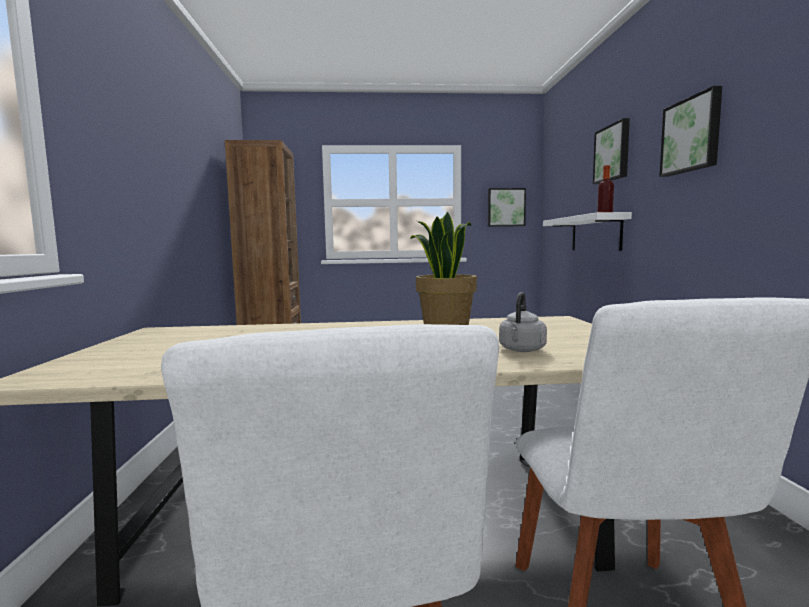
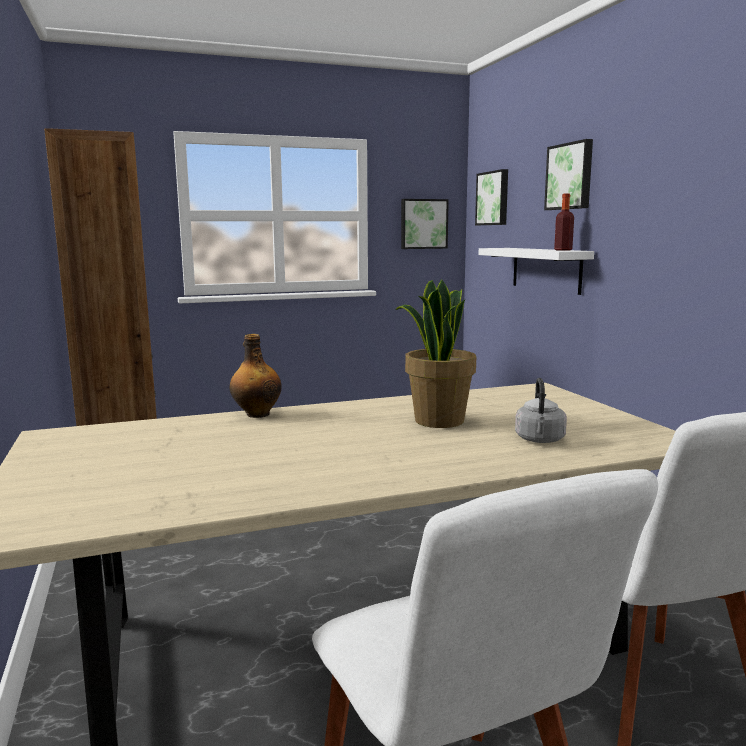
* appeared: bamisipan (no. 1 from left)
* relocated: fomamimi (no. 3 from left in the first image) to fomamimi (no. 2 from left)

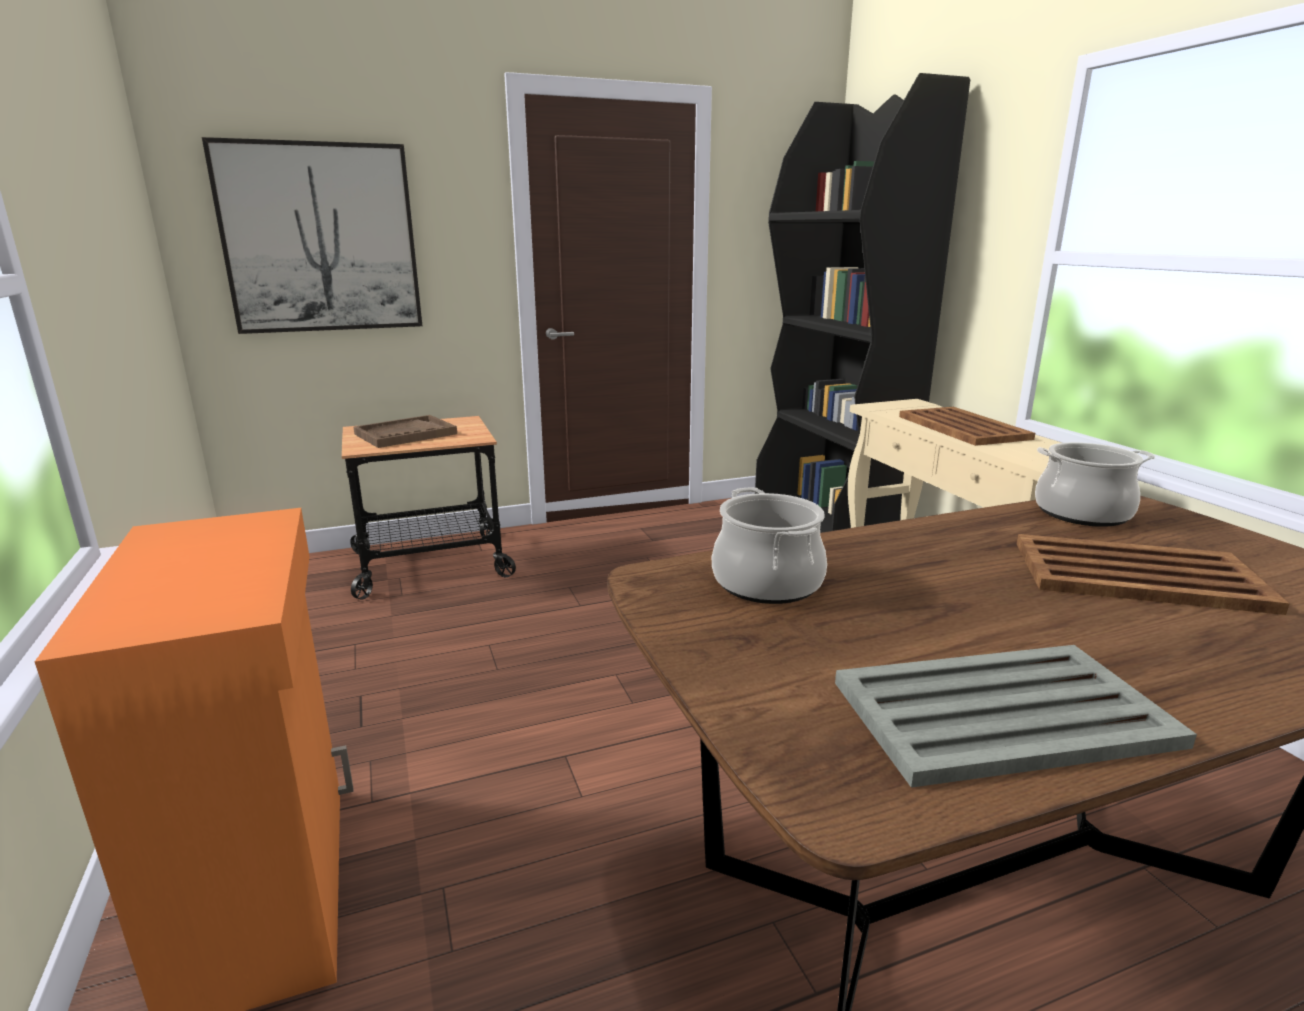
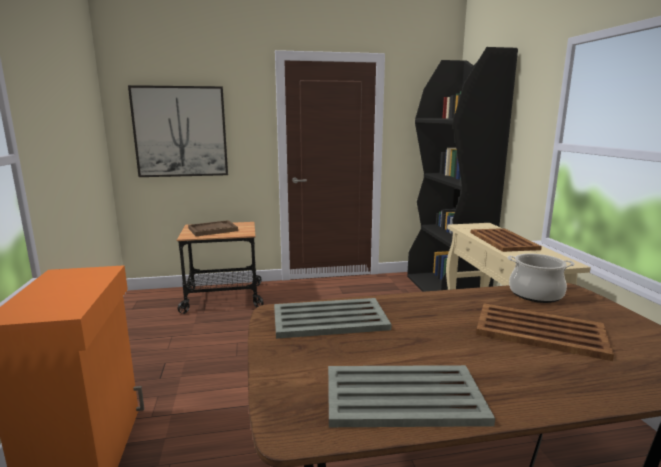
* exchanged: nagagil (no. 1 from left) to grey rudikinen (no. 1 from left)

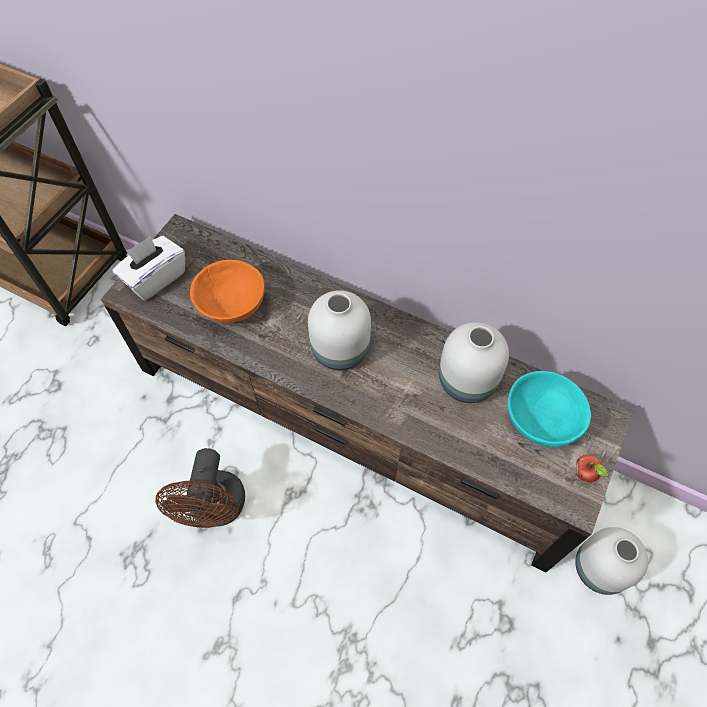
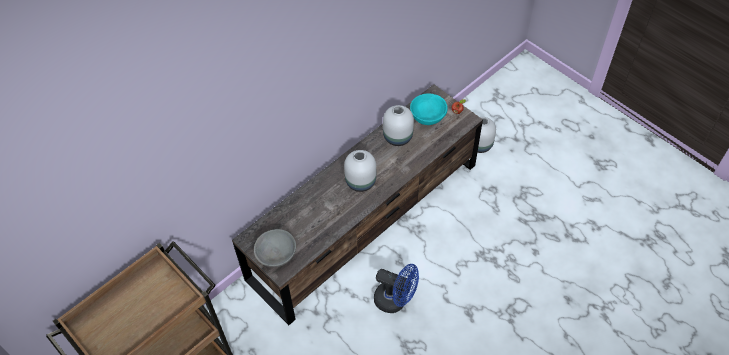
* exchanged: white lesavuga to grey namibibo
* colour: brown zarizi to blue zarizi
* missing: orange namibibo

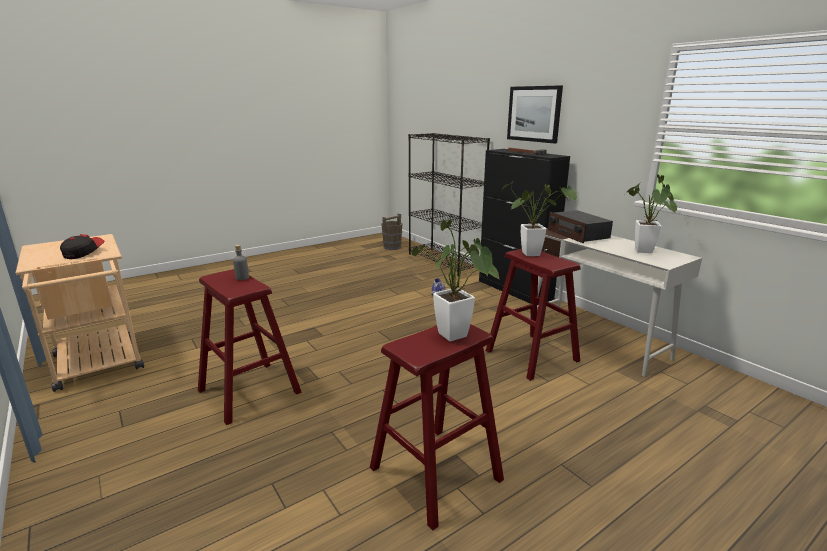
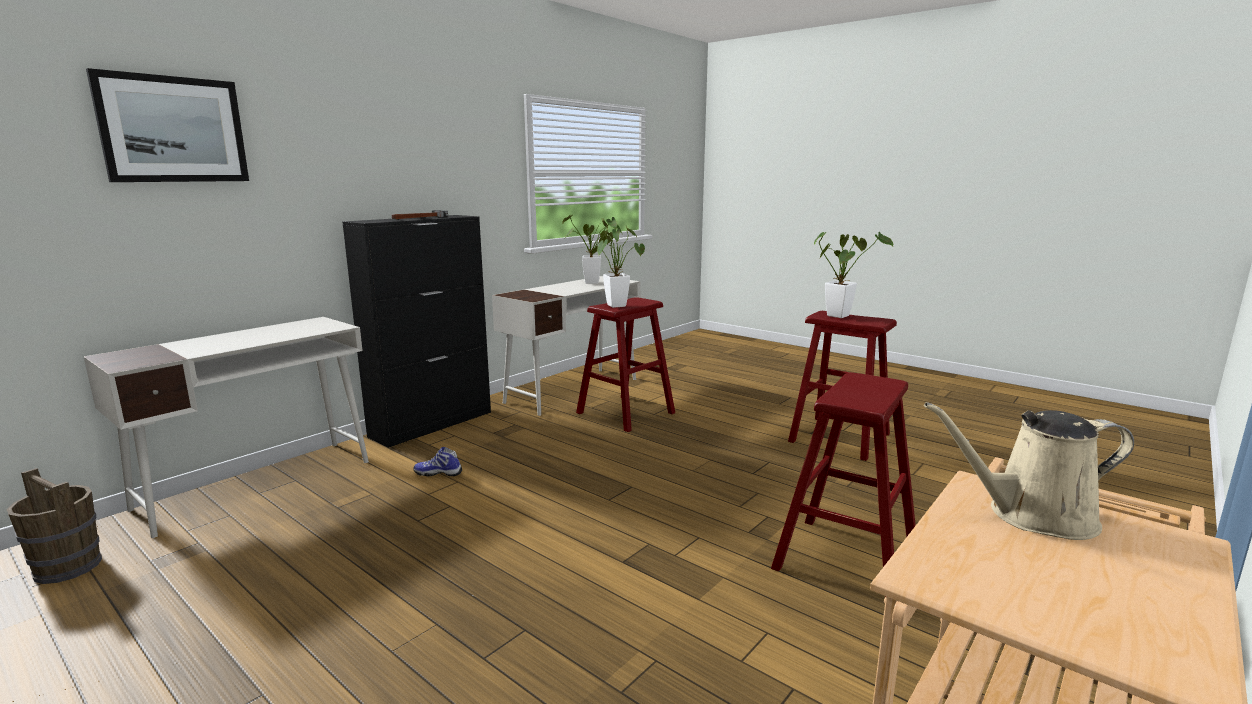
* exchanged: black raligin to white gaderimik (no. 1 from left)
* relocated: fomamimi
* exchanged: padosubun to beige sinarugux
* missing: grey bamisipan
* missing: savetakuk

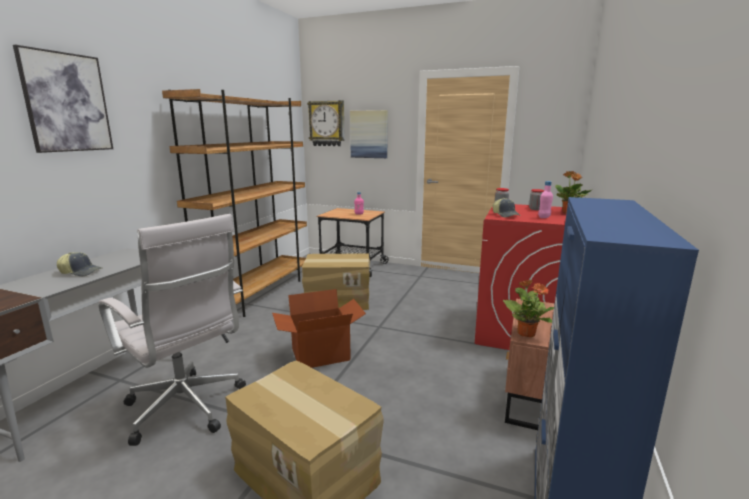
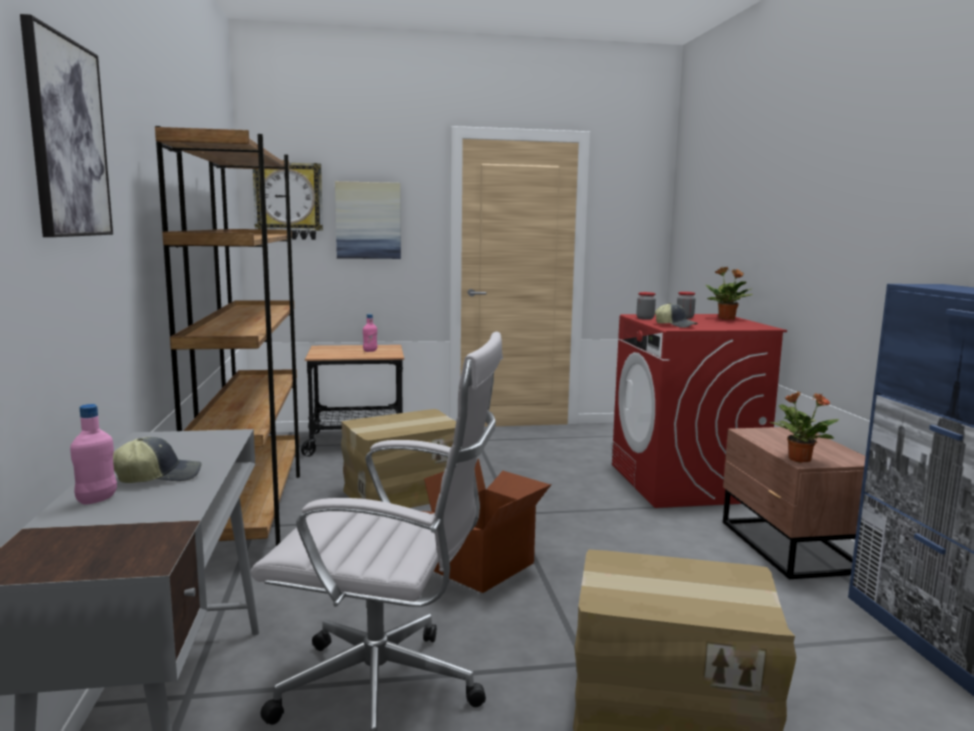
* relocated: pink bamisipan (no. 2 from left in the first image) to pink bamisipan (no. 1 from left)

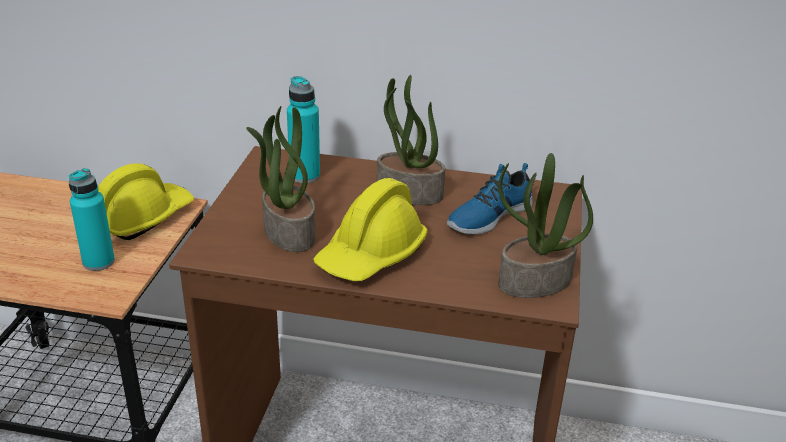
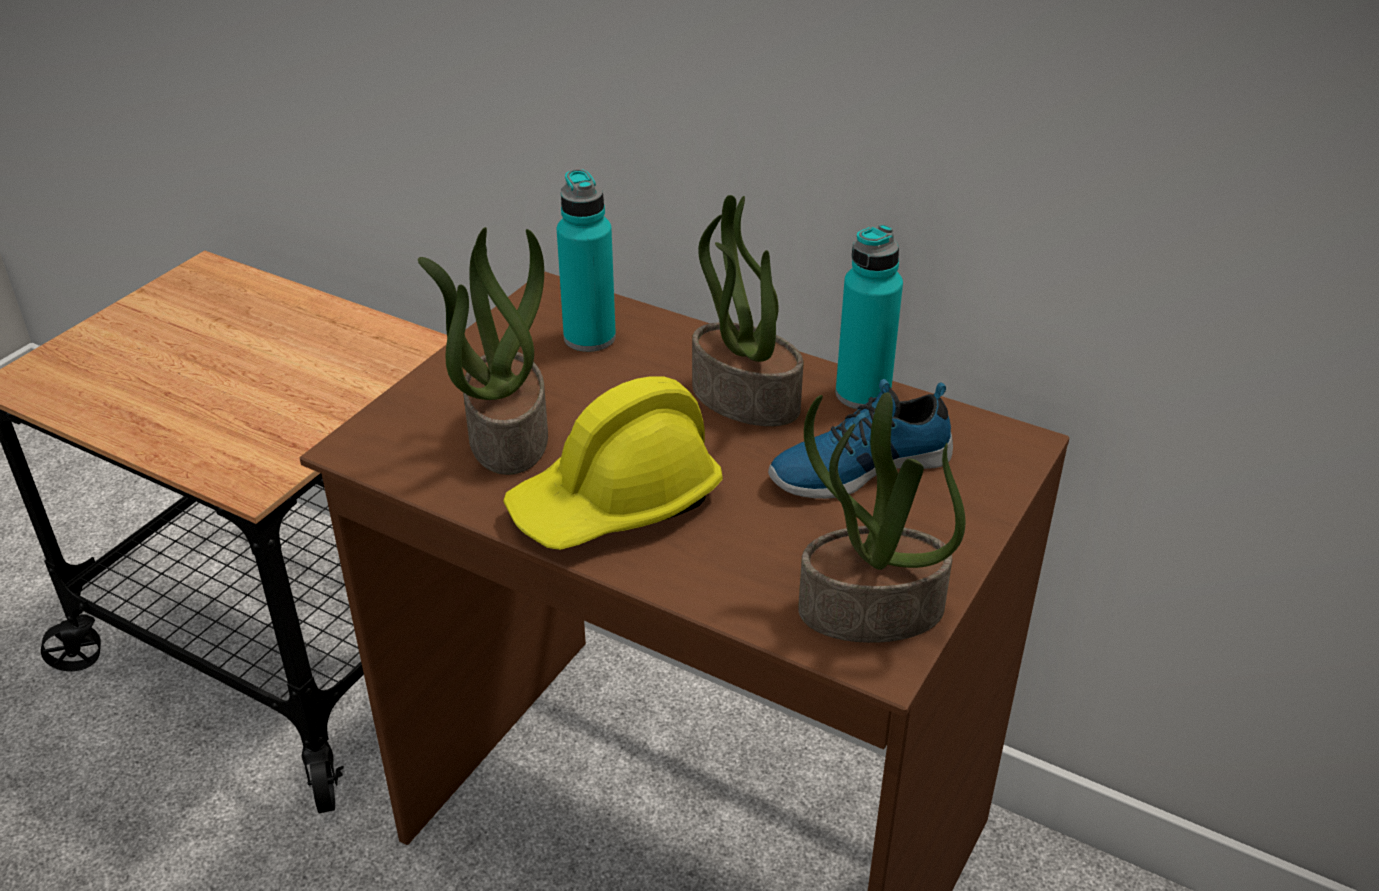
* relocated: turquoise bamisipan (no. 1 from left in the first image) to turquoise bamisipan (no. 2 from left)
* missing: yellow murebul (no. 1 from left)

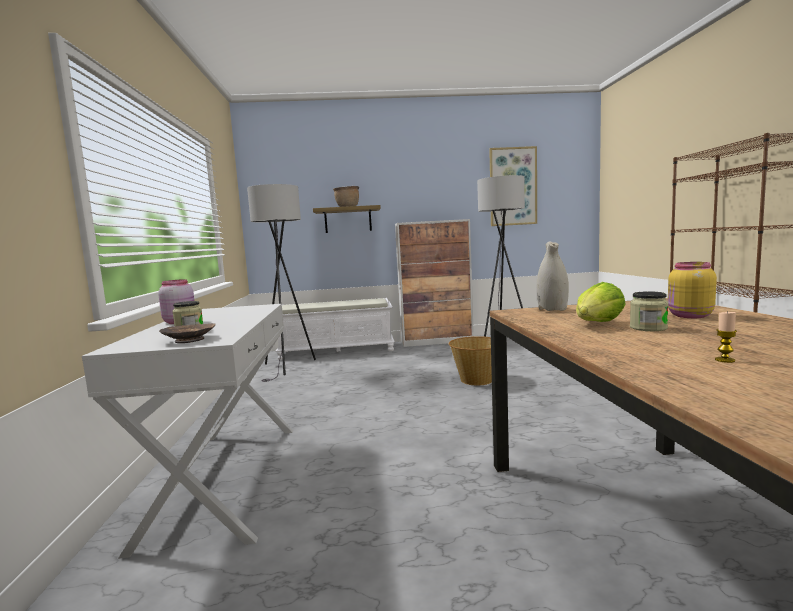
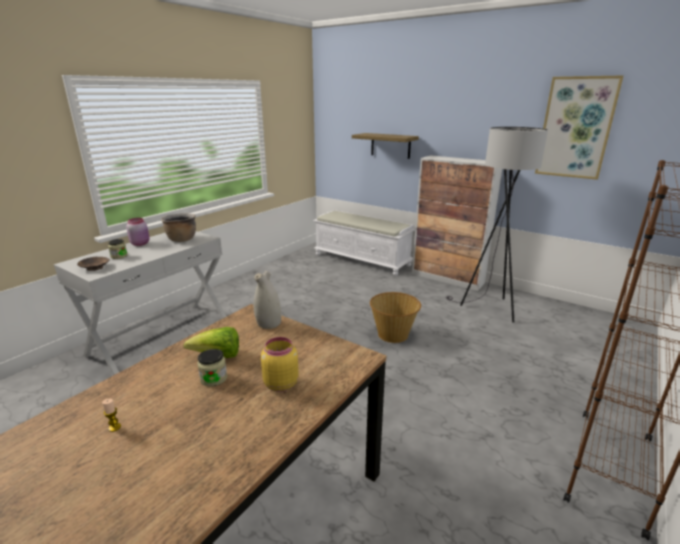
* relocated: brown nagagil
* missing: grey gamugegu (no. 1 from left)

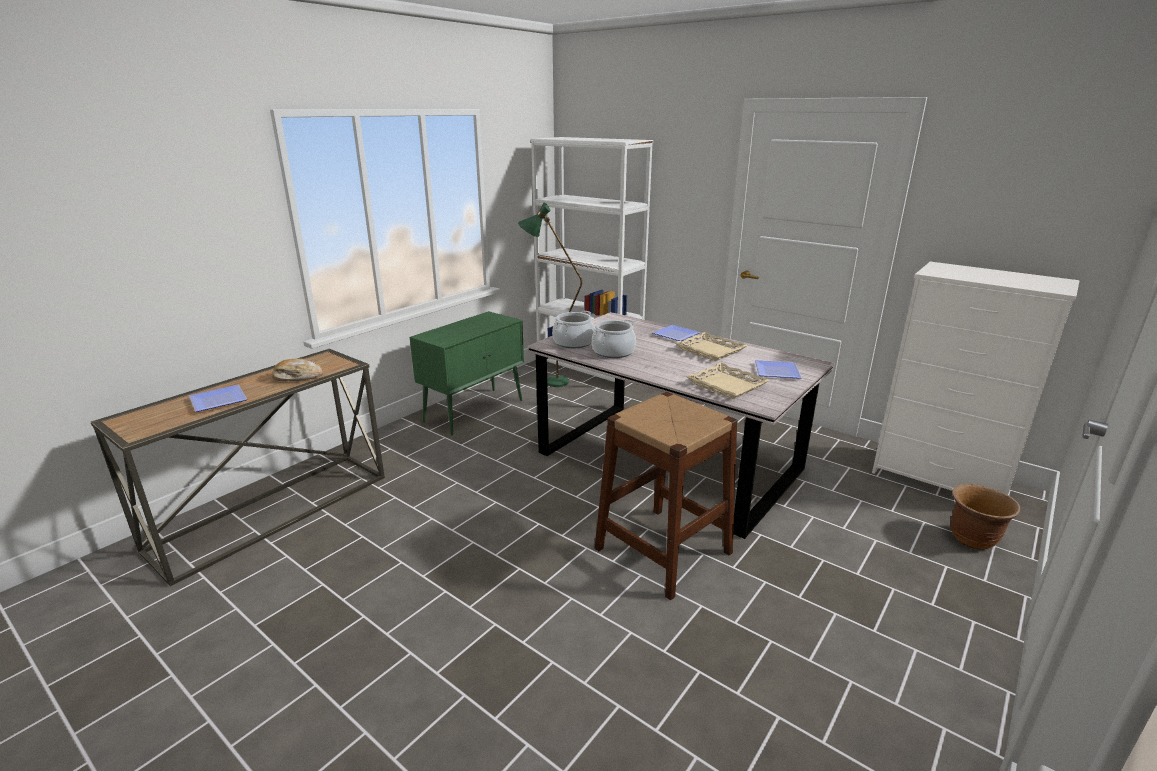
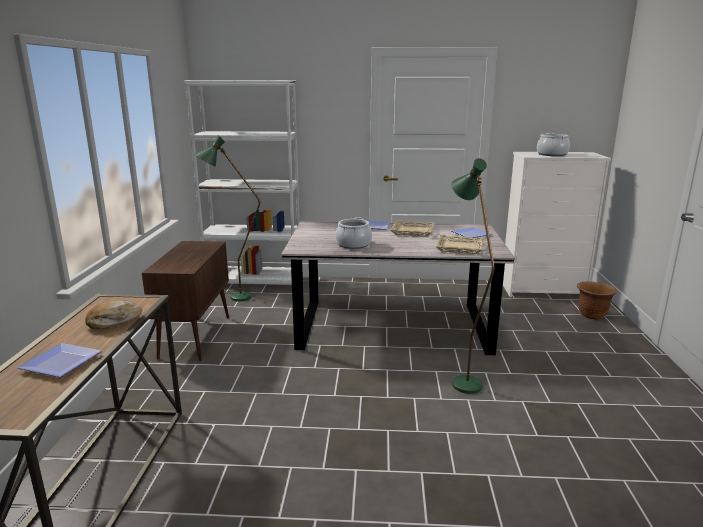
* colour: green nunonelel to brown nunonelel
* exchanged: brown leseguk to green gamugegu (no. 2 from left)
* relocated: nagagil (no. 1 from left in the first image) to nagagil (no. 2 from left)

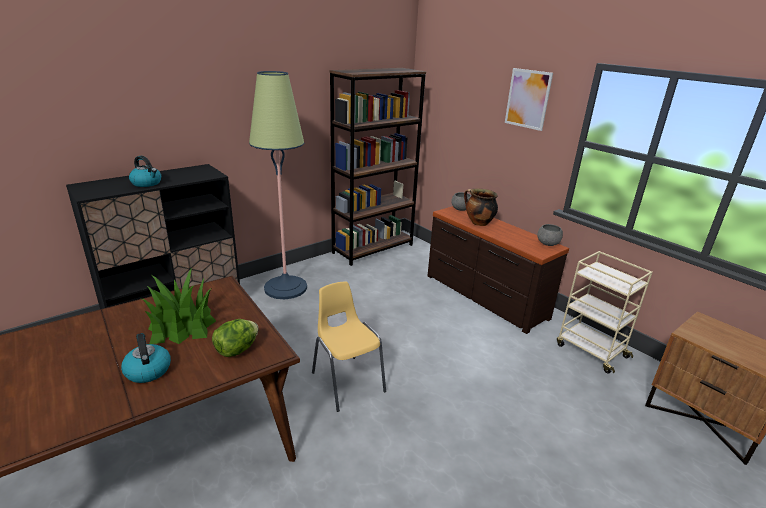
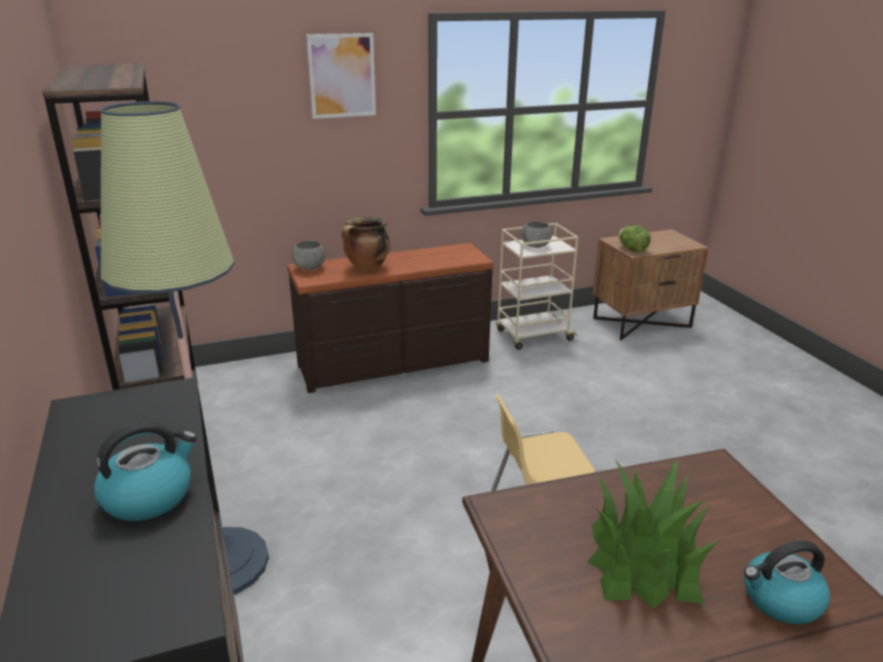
* relocated: grey namibibo (no. 2 from left)
* relocated: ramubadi

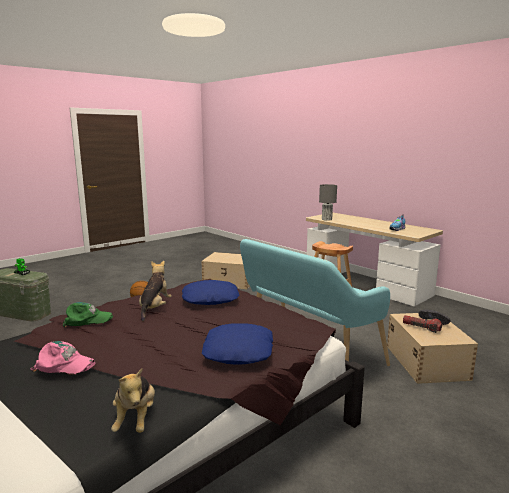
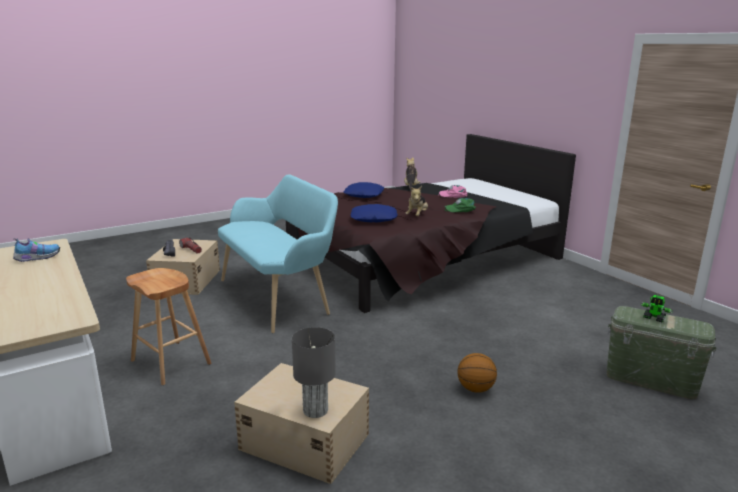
* relocated: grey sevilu

